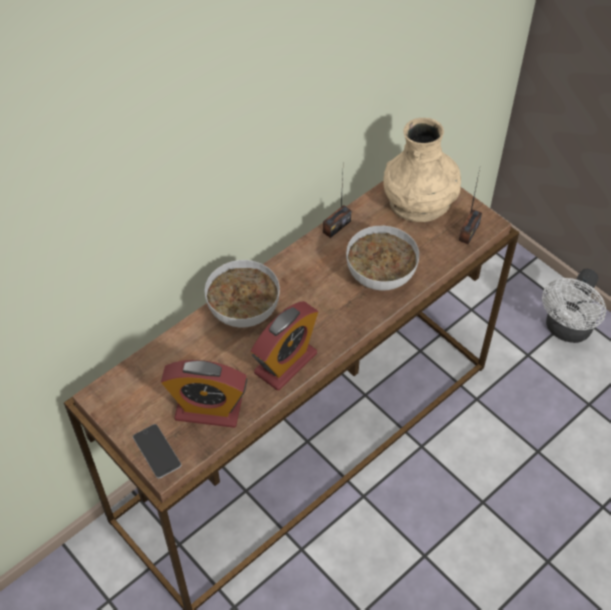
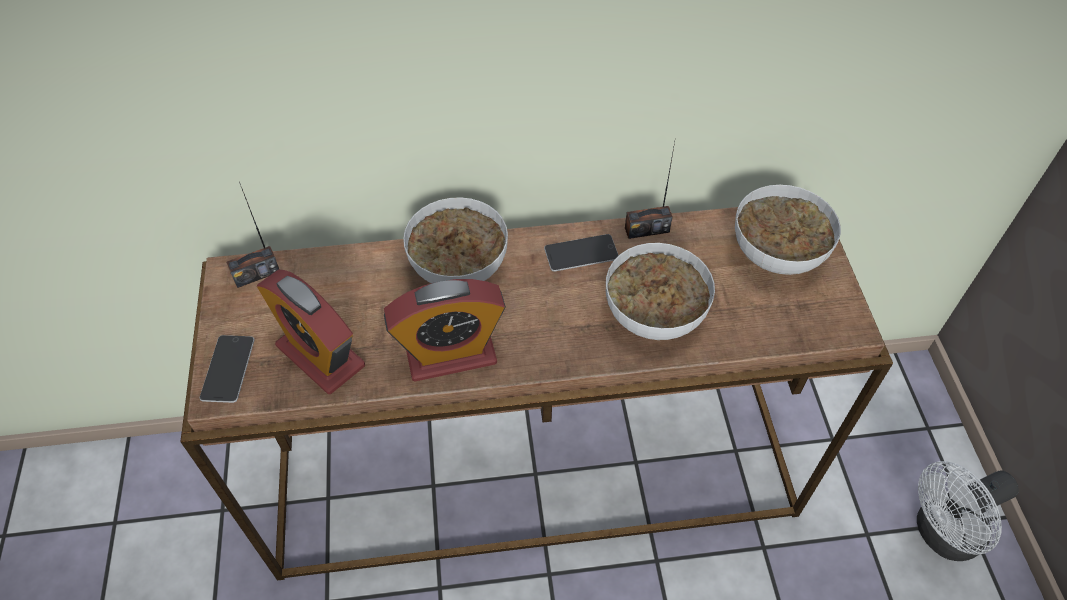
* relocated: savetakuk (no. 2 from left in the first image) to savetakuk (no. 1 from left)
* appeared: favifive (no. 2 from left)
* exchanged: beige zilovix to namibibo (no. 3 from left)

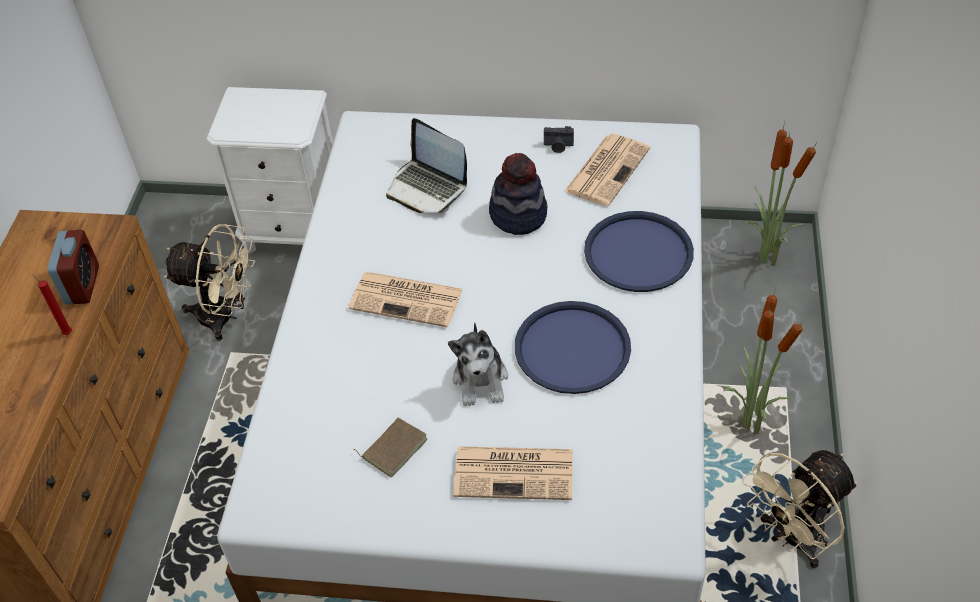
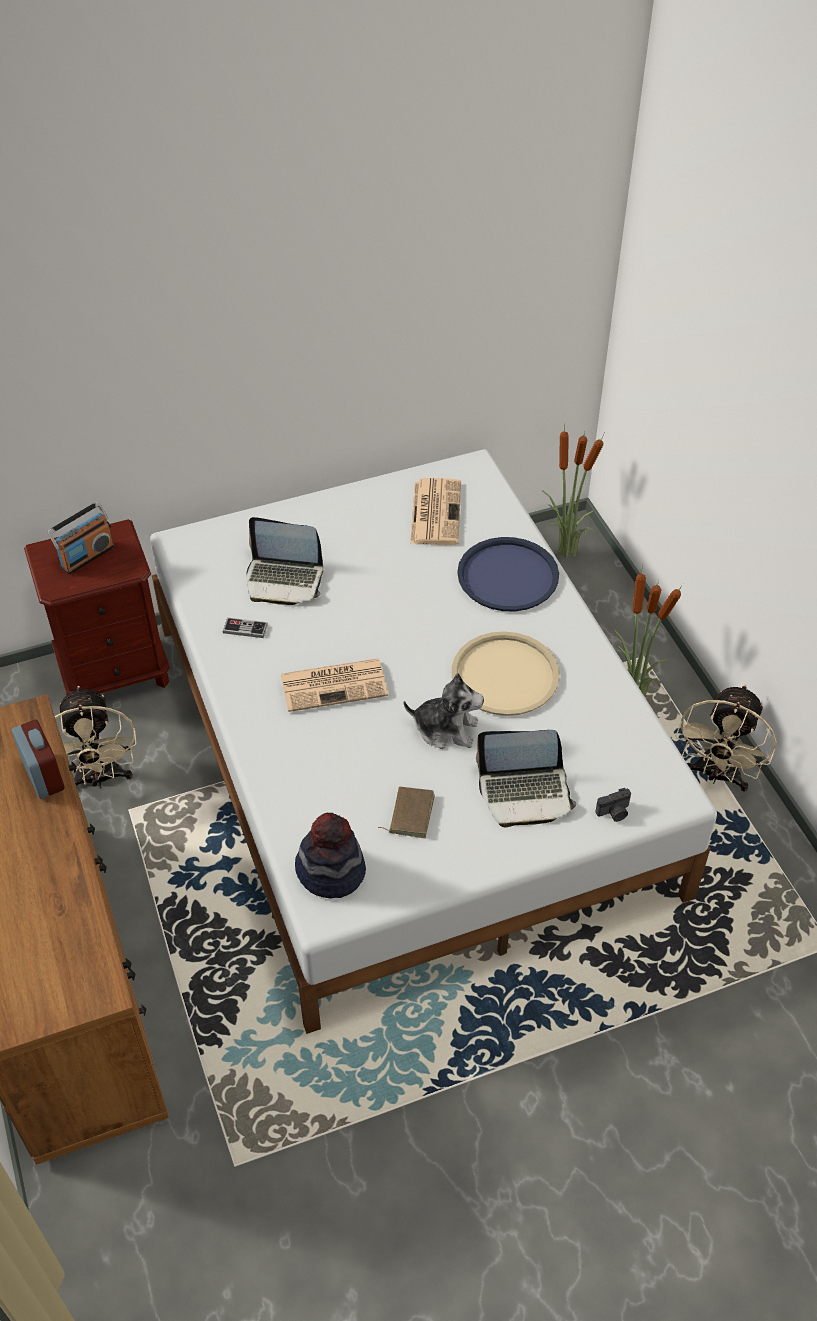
* colour: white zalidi to brown zalidi
* appeared: savetakuk
* spun: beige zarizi (no. 1 from left) 90 degrees clockwise
* appeared: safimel
* relocated: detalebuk
* spun: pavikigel 45 degrees counterclockwise
* colour: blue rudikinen (no. 1 from left) to beige rudikinen
* exchanged: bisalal (no. 2 from left) to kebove (no. 2 from left)
* relocated: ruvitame
* missing: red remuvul

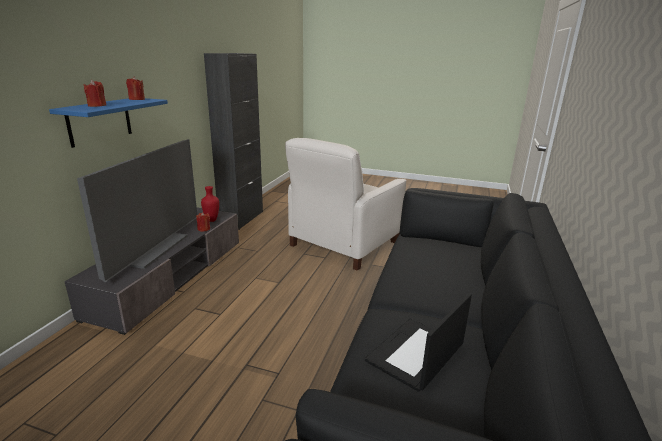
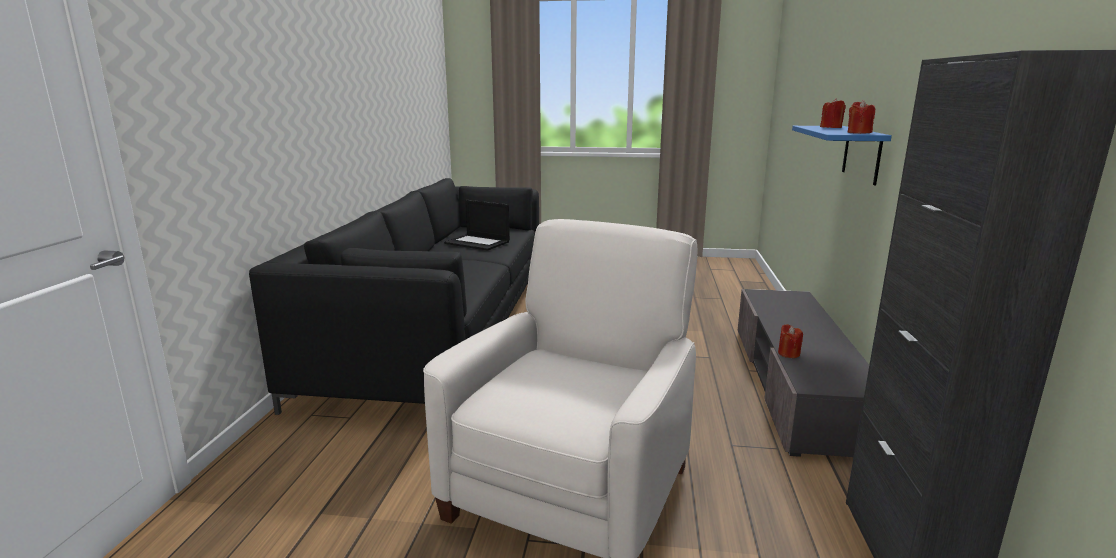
* spun: kebove 90 degrees clockwise
* missing: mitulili
* missing: red zilovix

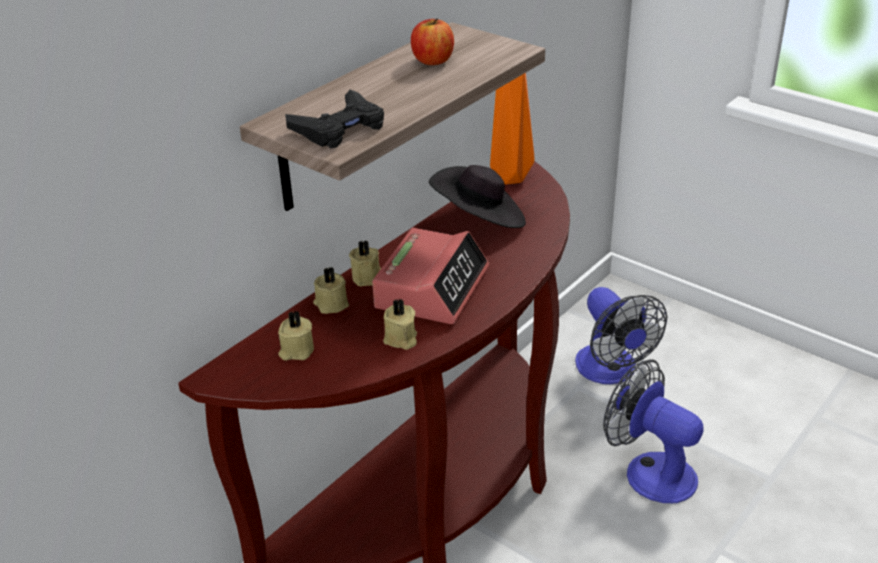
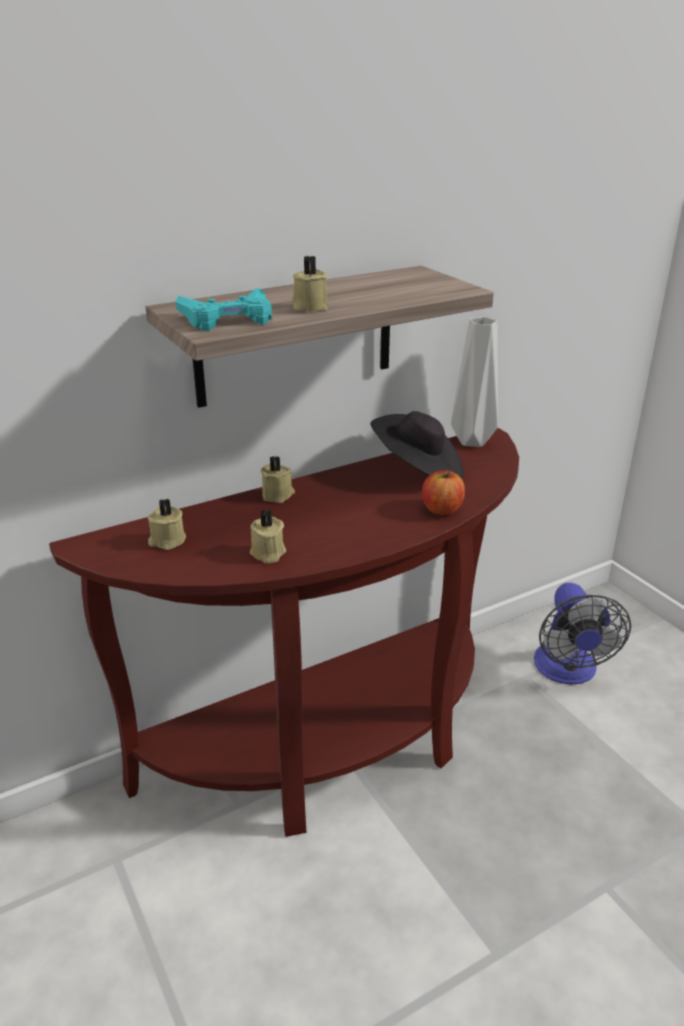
* colour: black safimel to turquoise safimel
* relocated: beige remuvul (no. 2 from left in the first image) to beige remuvul (no. 4 from left)
* relocated: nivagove
* colour: orange zilovix to grey zilovix
* missing: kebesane
* missing: zarizi (no. 2 from left)

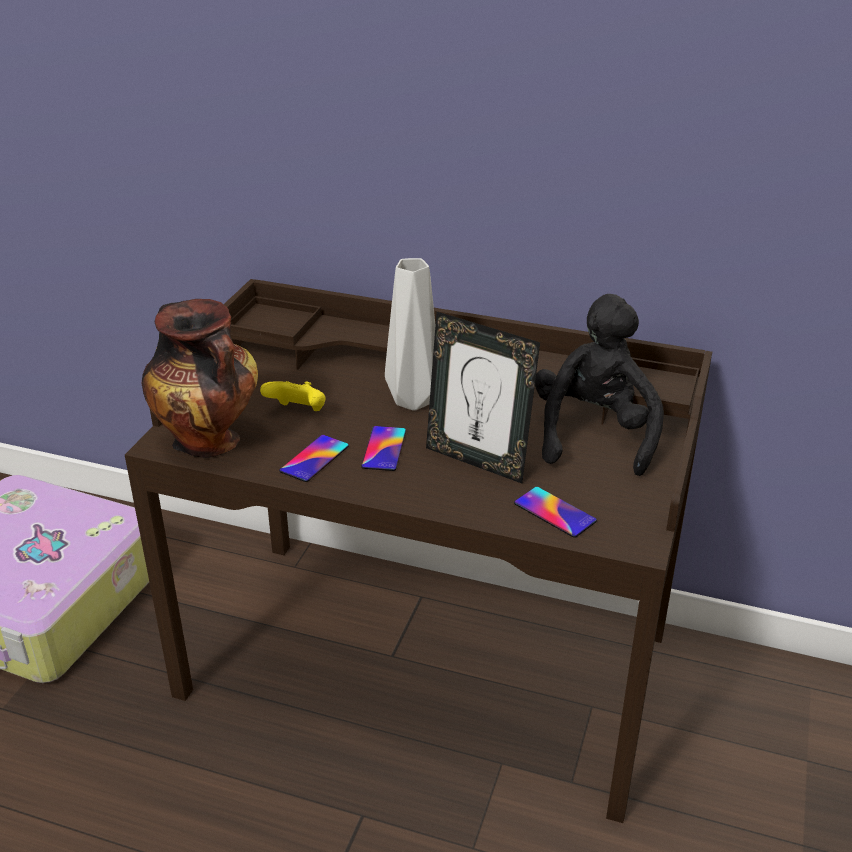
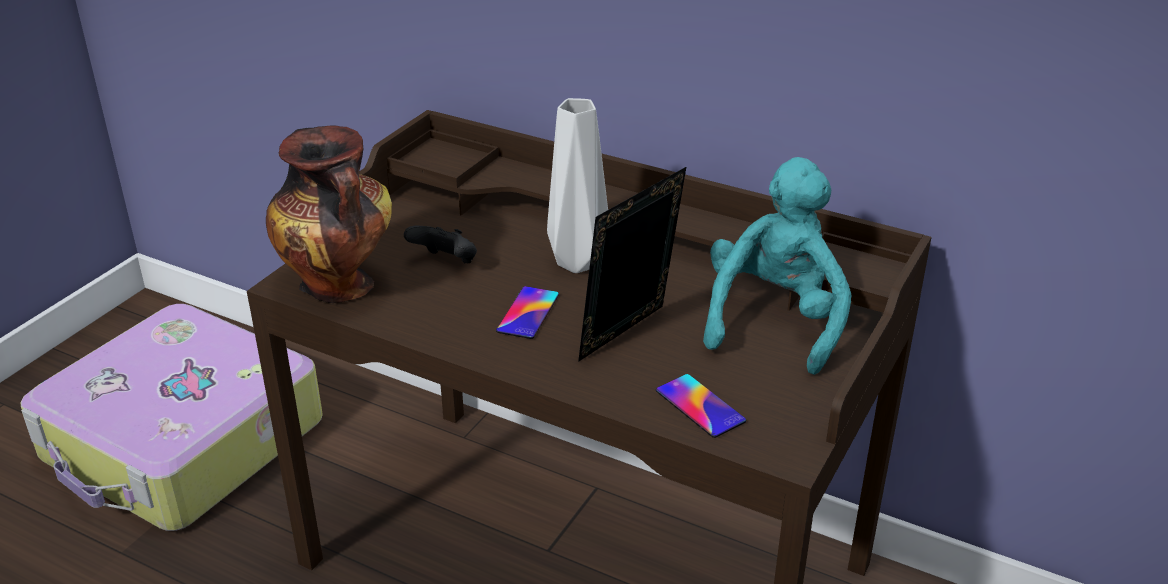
* colour: yellow safimel to black safimel
* spun: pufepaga 90 degrees clockwise
* colour: black pavikigel to turquoise pavikigel
* missing: favifive (no. 1 from left)

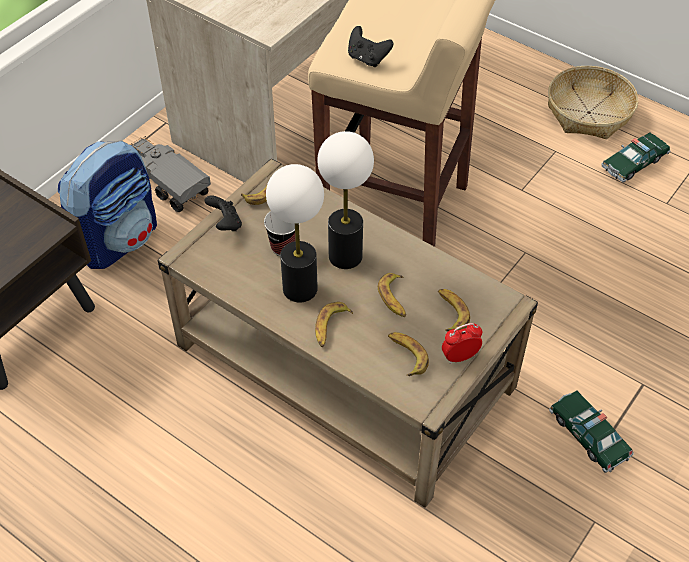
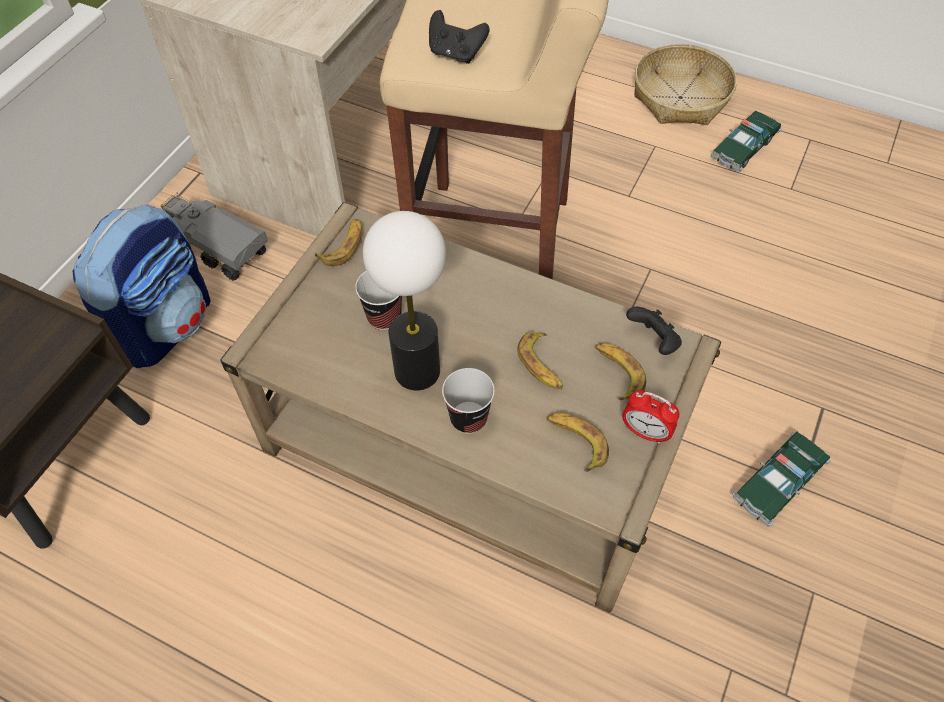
* exchanged: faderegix (no. 2 from left) to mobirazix (no. 2 from left)
* spun: kebesane 120 degrees counterclockwise
* relocated: black safimel (no. 1 from left in the first image) to black safimel (no. 2 from left)
* spun: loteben (no. 1 from left in the first image) 90 degrees counterclockwise
* missing: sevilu (no. 2 from left)

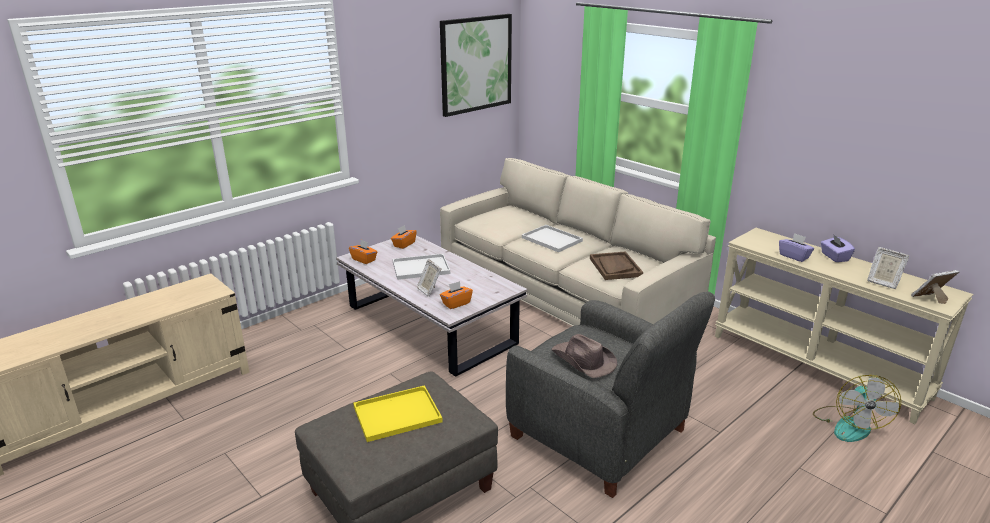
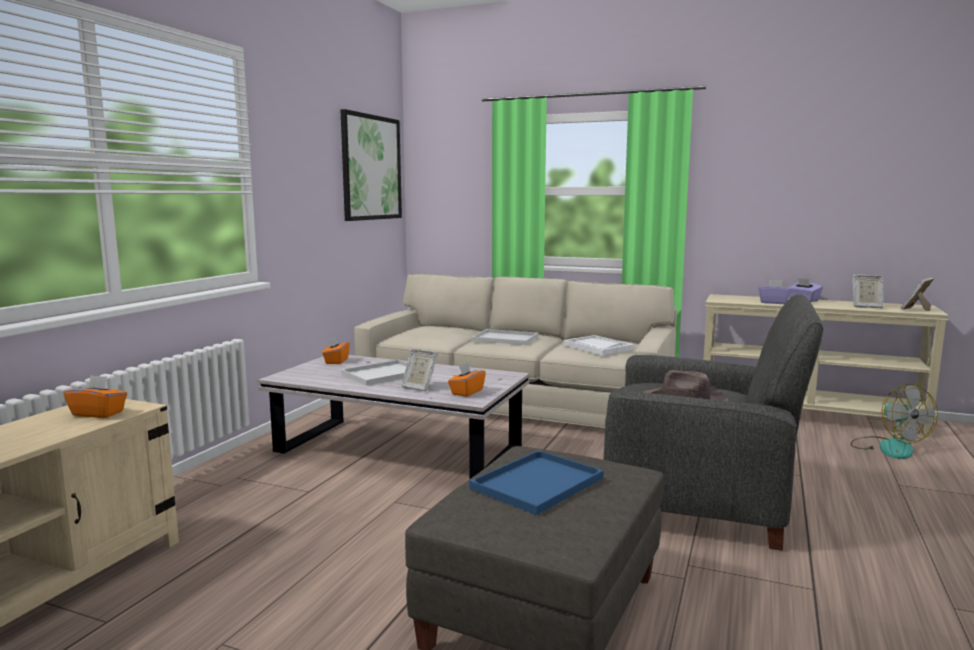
* relocated: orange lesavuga (no. 1 from left)
* colour: yellow rudikinen to blue rudikinen
* colour: brown rudikinen to white rudikinen (no. 3 from left)

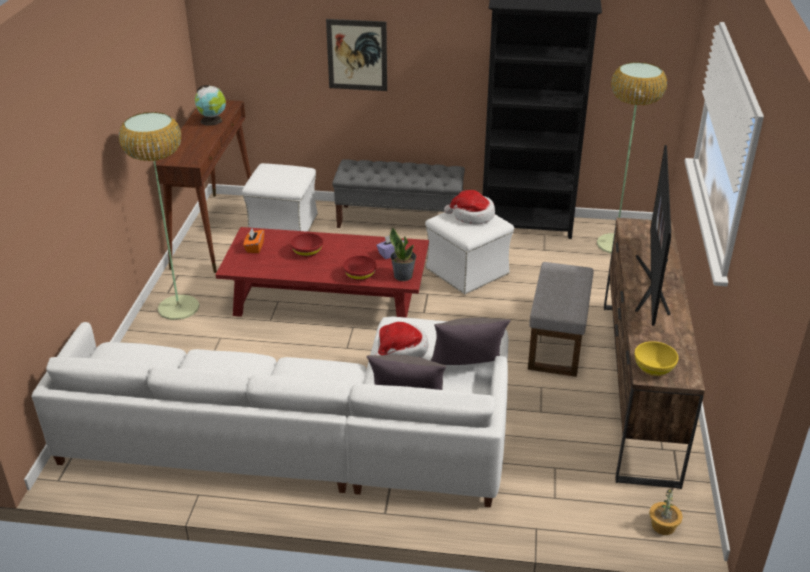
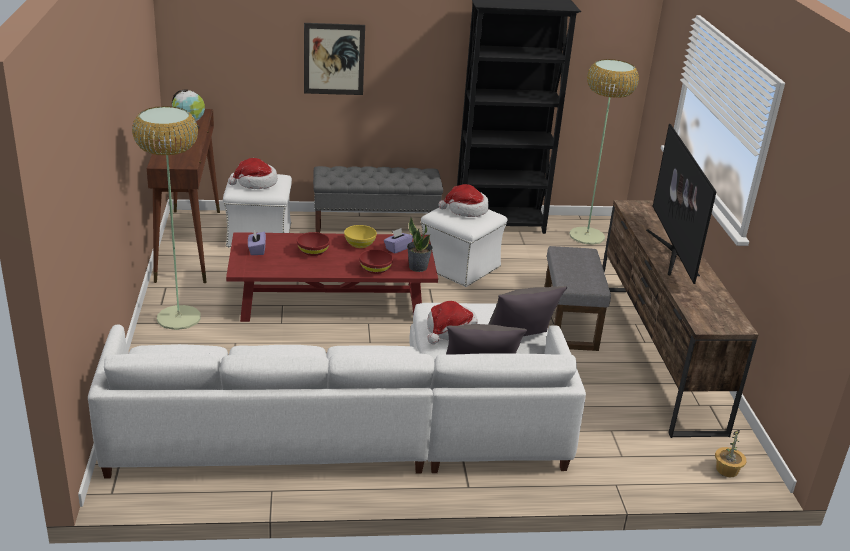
* appeared: detalebuk (no. 1 from left)
* colour: orange lesavuga to purple lesavuga (no. 1 from left)
* relocated: yellow namibibo

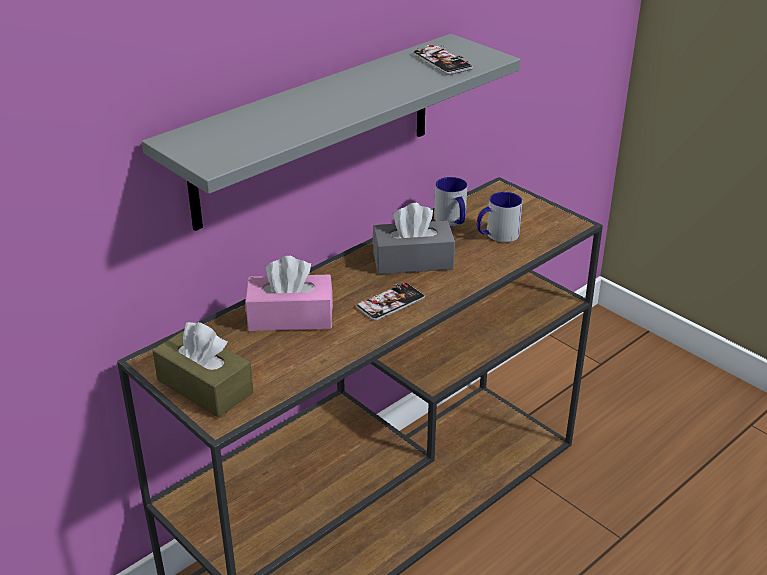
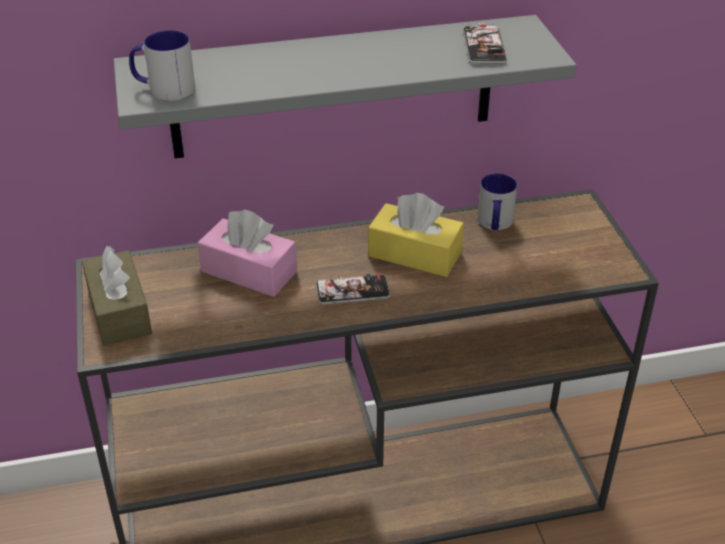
* relocated: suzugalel (no. 2 from left in the first image) to suzugalel (no. 1 from left)
* colour: grey lesavuga to yellow lesavuga

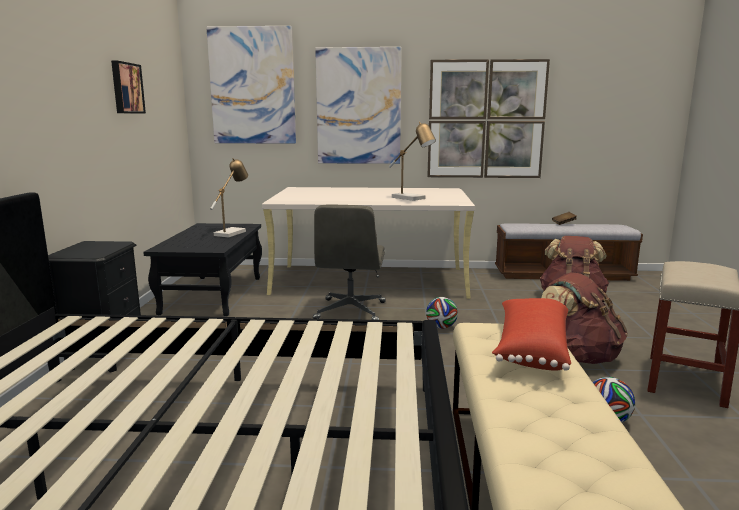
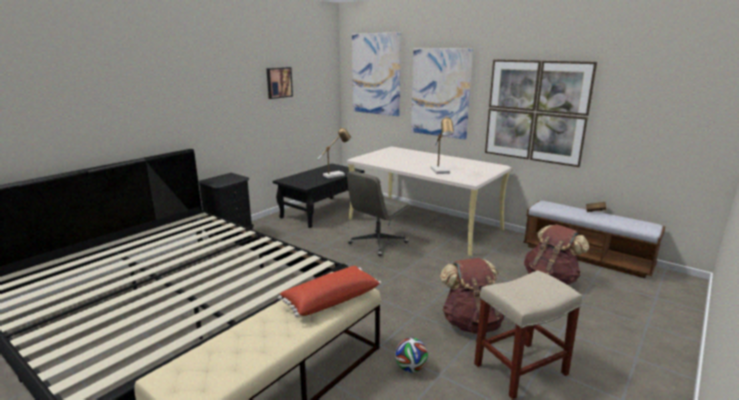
* missing: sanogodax (no. 1 from left)

